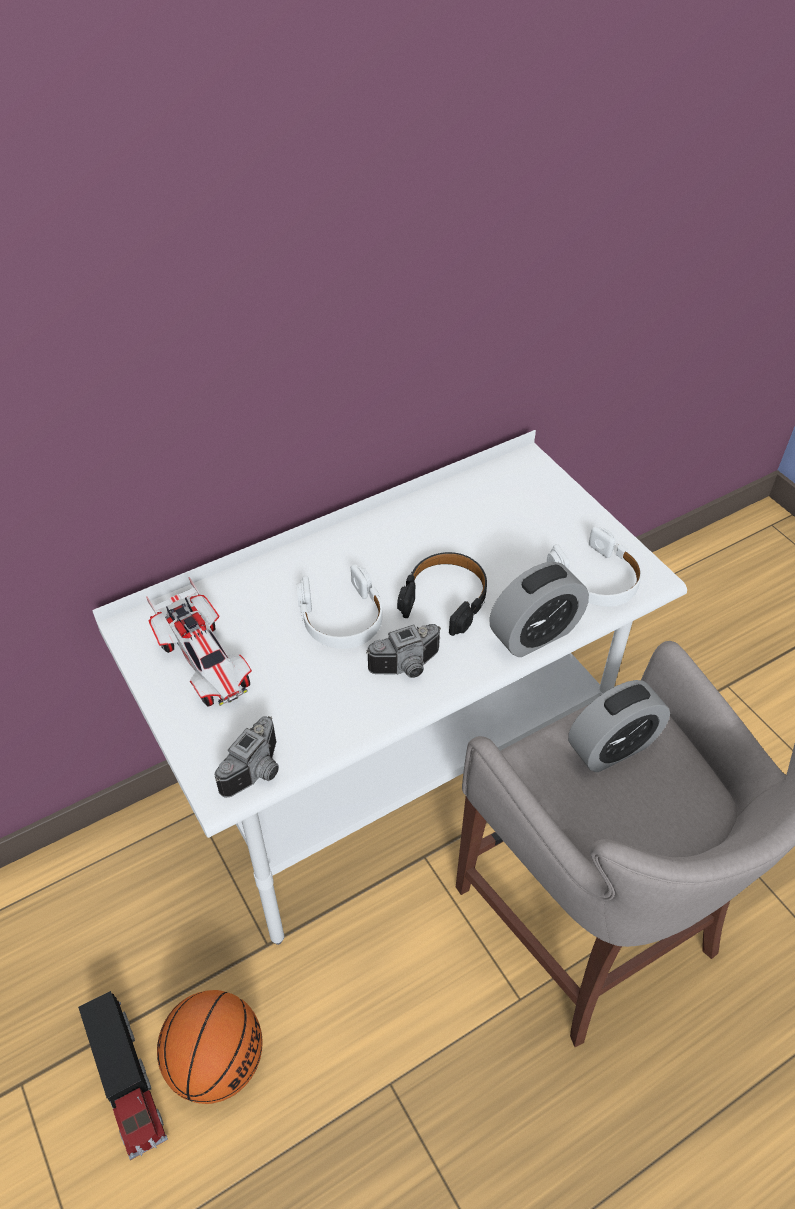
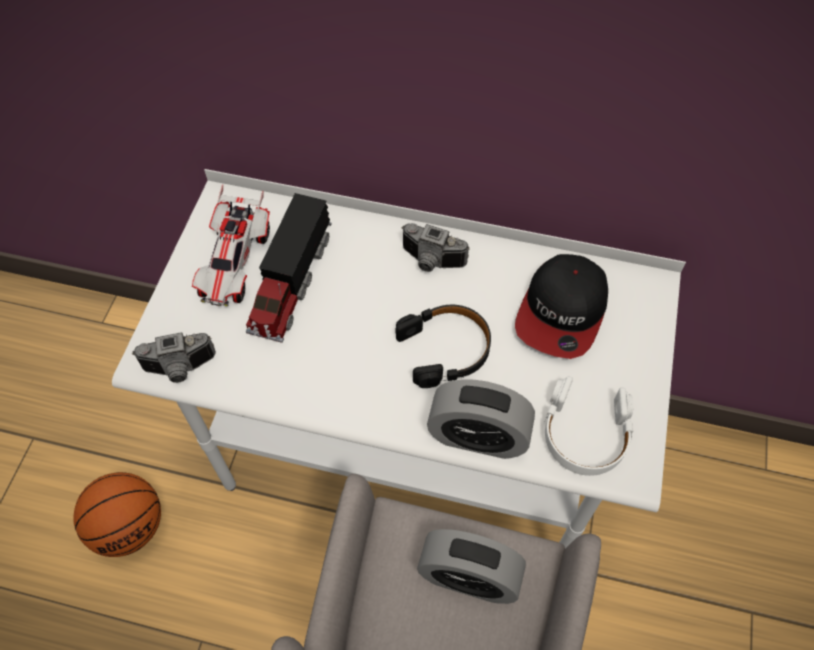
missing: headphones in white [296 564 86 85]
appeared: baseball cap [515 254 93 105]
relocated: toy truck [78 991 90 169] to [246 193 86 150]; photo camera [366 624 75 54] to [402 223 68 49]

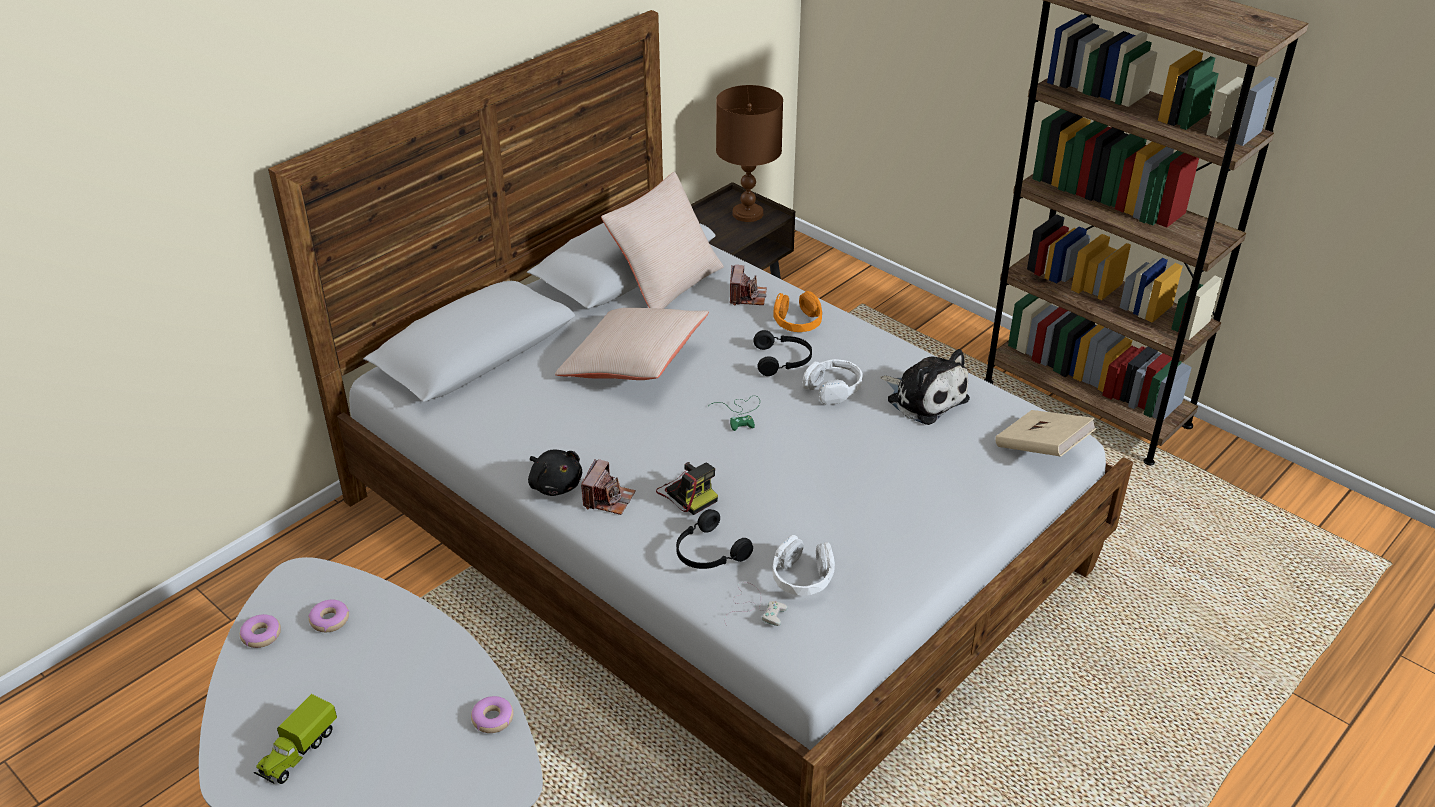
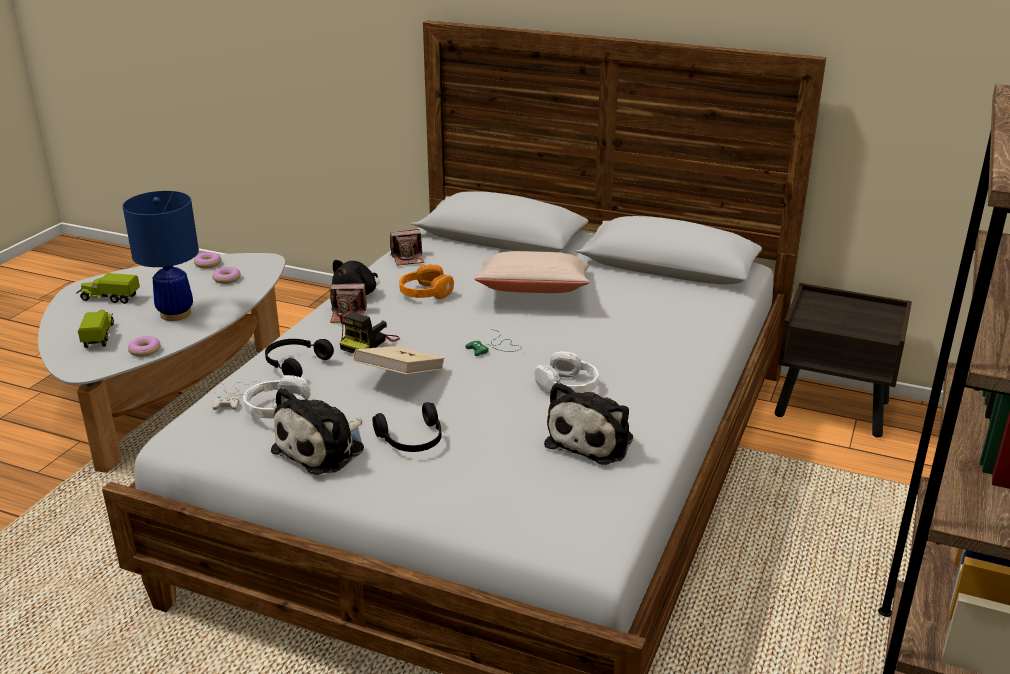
missing: pillow in beige [601 172 123 137]; lamp for a table in brown-coloured [716 85 67 137]
appeared: toy truck [78 310 36 38]; lamp for a table in blue-coloured [123 191 76 130]; cuddly toy [271 387 93 88]
relocated: photo camera [730 265 37 40] to [390 229 35 37]; headphones in blackish [753 330 59 46] to [372 402 69 50]; headphones in orange-coloured [773 291 49 41] to [399 264 55 35]; volume in beige [996 410 101 47] to [353 346 92 29]

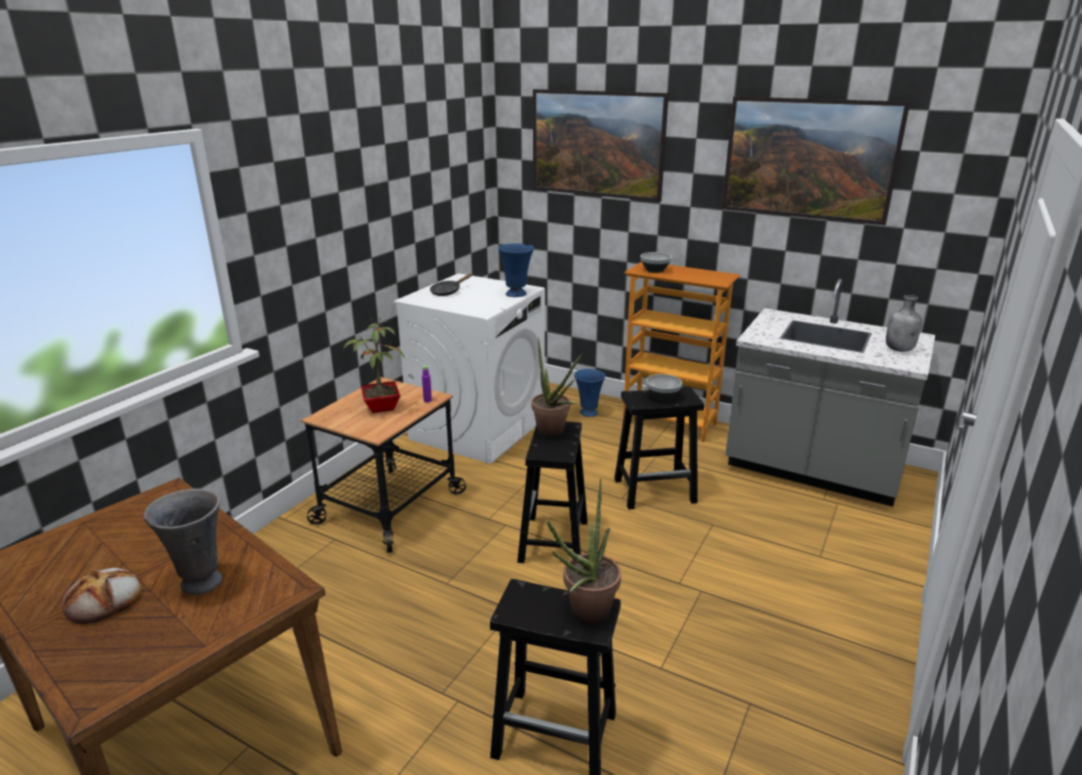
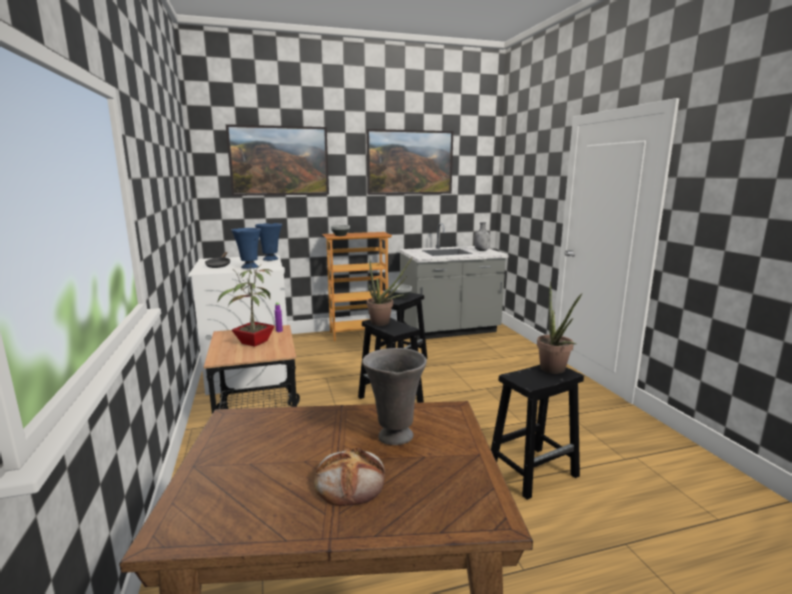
relocated: vase in blue-coloured [574 369 32 48] to [231 228 30 41]

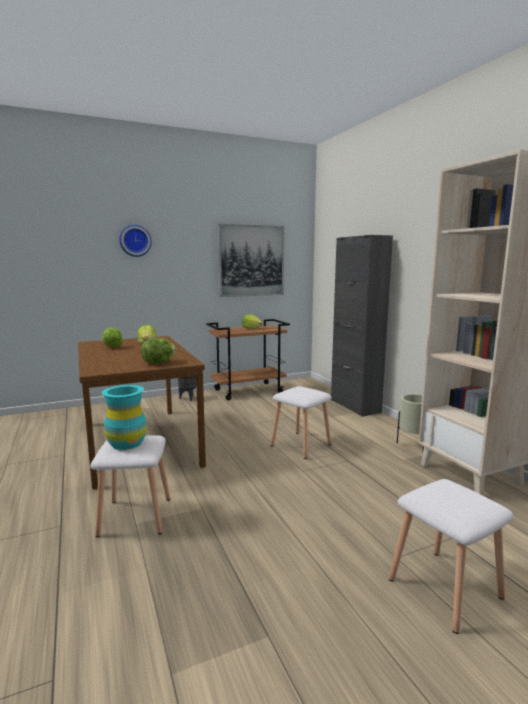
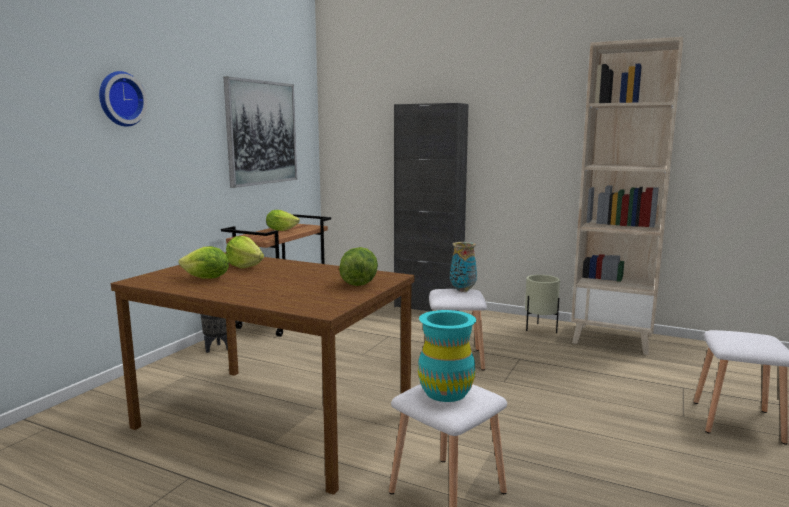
appeared: vase [450 242 27 50]

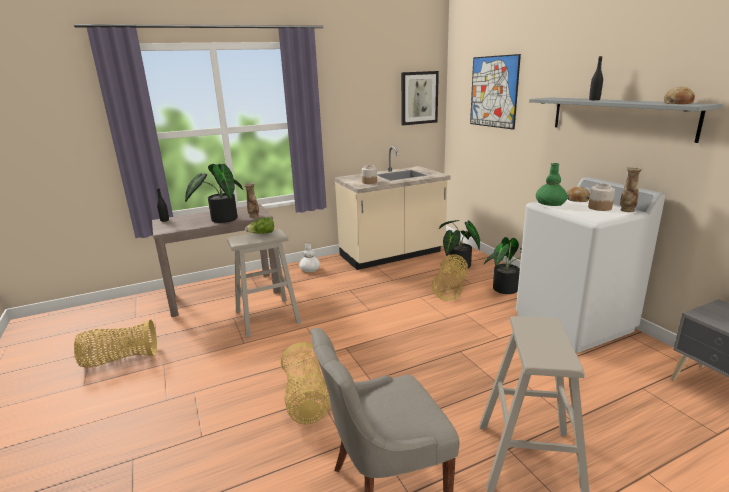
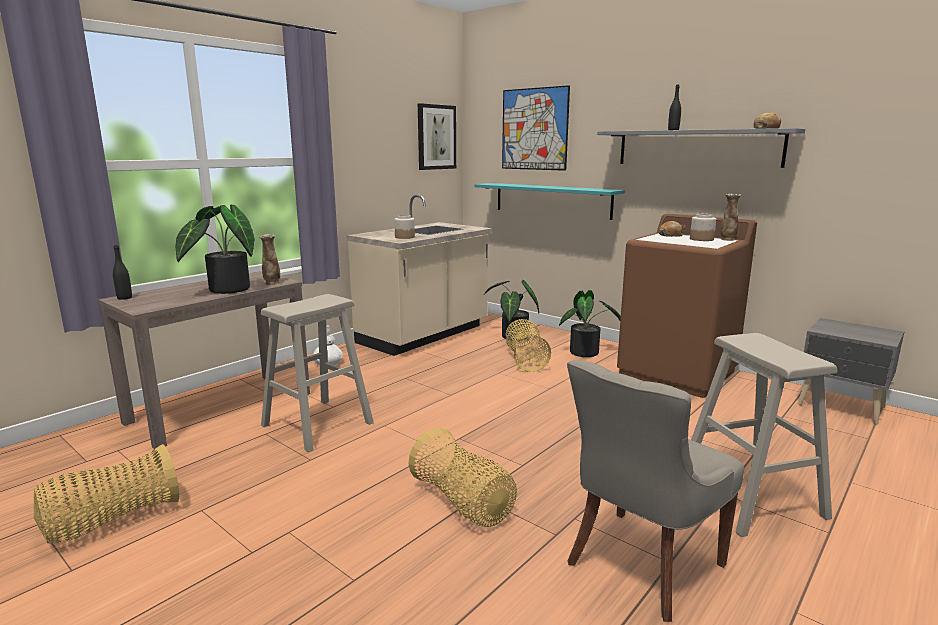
missing: lettuce head [245 217 29 17]; vase in greenish [536 163 32 43]
appeared: wall shelf in blue-green [475 183 150 37]
colour: laundry machine in white [516 177 149 176] to laundry machine in brown-coloured [617 214 140 184]

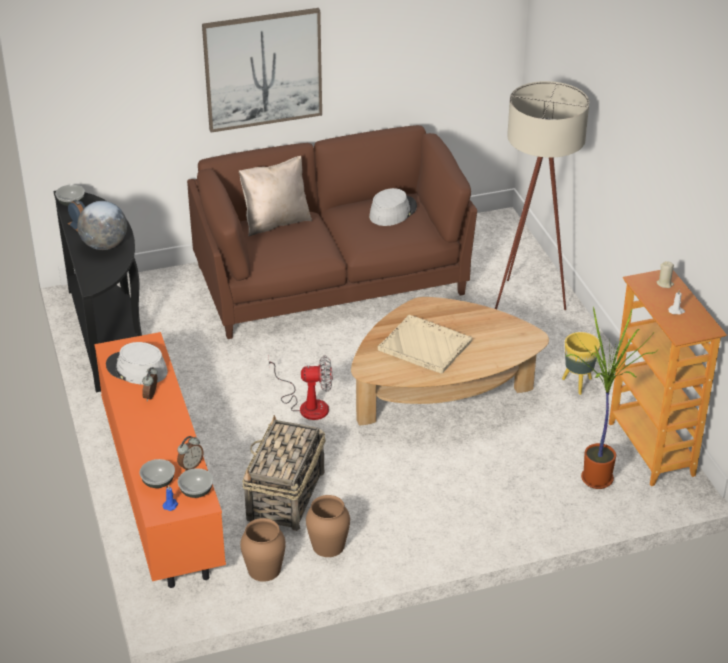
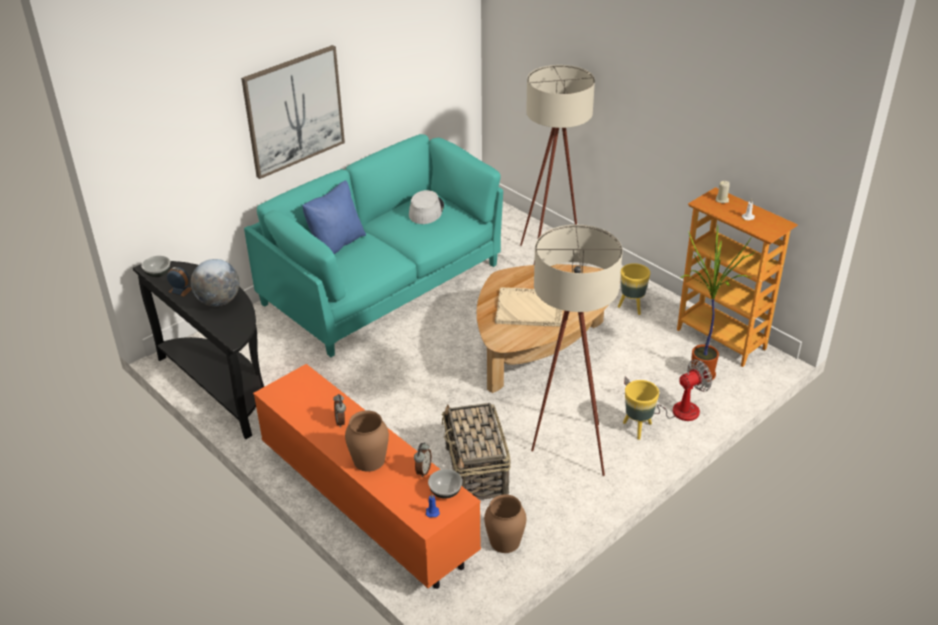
missing: hat in grey [106 342 62 43]; deep dish [139 459 36 29]
appeared: standard lamp in beige [531 224 91 252]; plant pot in yellow [623 380 36 60]
relocated: electric fan [268 355 64 65] to [624 360 89 61]; vase in brown-coloured [306 495 44 62] to [345 410 44 62]
colour: settee in brown-coloured [187 125 290 214] to settee in blue-green [244 134 259 223]; pillow in beige [239 156 73 80] to pillow in blue-coloured [302 180 64 74]

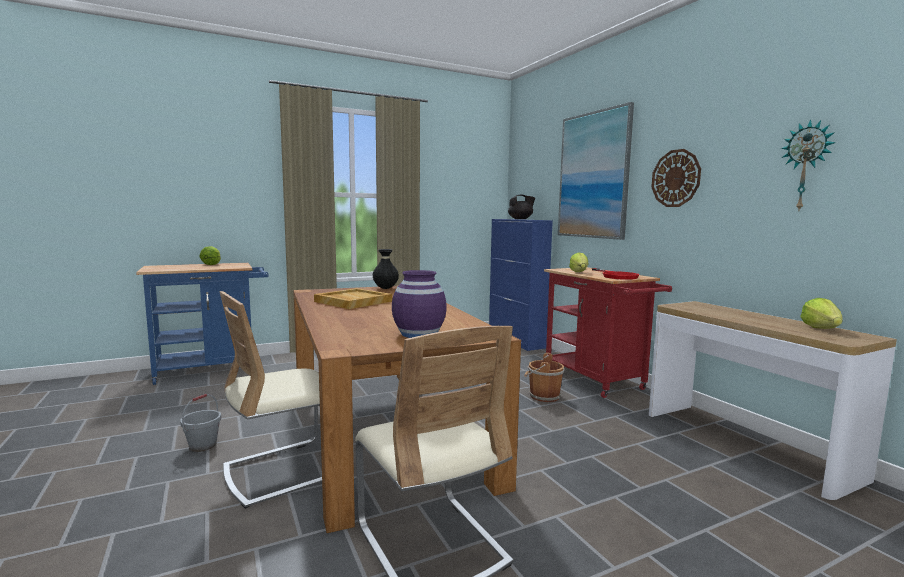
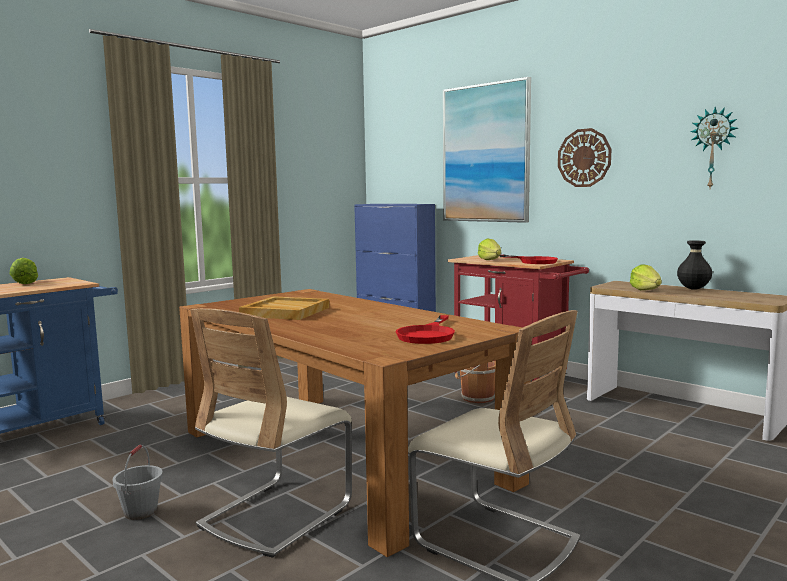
missing: teapot in blackish [508 195 27 24]
relocated: vase in blackish [373 249 26 40] to [677 240 35 50]; lettuce head [800 298 43 31] to [630 264 32 26]
exchanged: vase in purplish [392 270 55 68] to skillet in red-coloured [395 315 60 29]

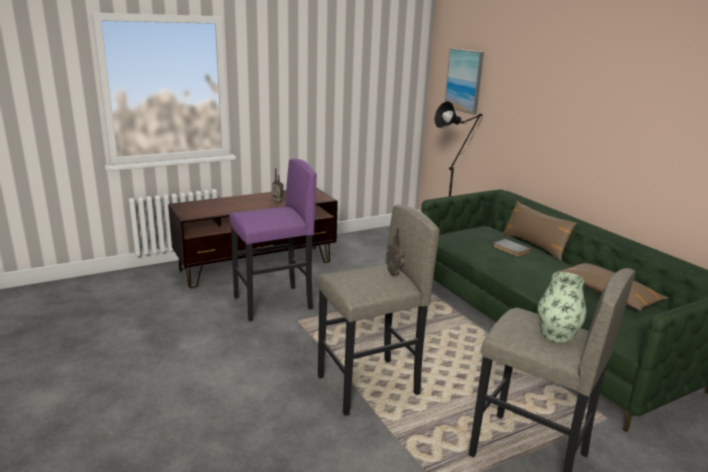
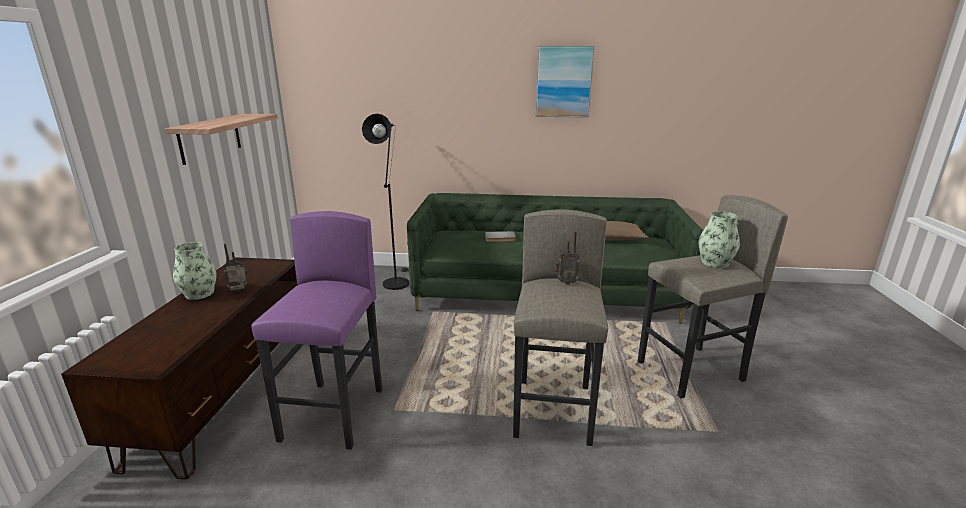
missing: pillow in brown-coloured [502 200 75 61]
appeared: wall shelf [165 114 113 51]; vase [173 242 44 58]
relocated: wall art [445 48 39 67] to [535 46 59 71]

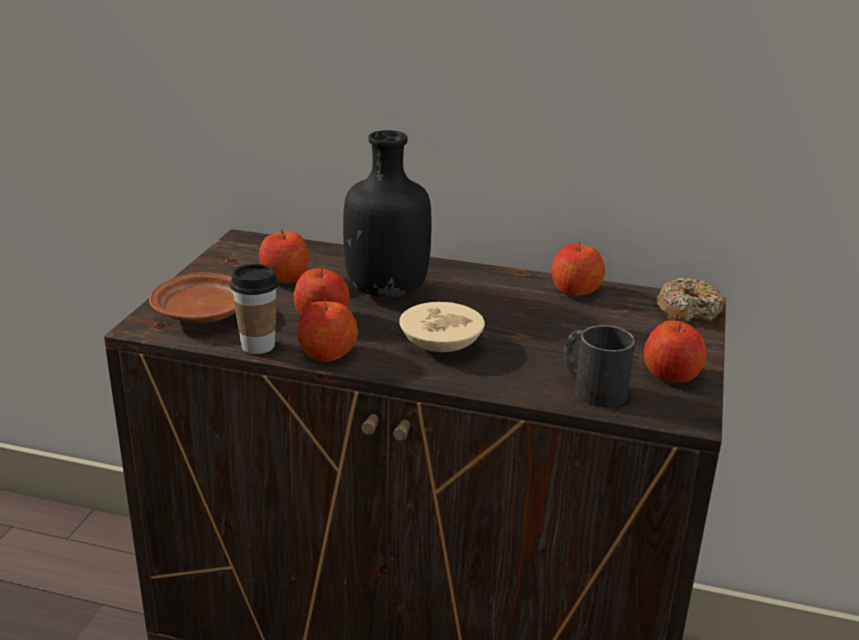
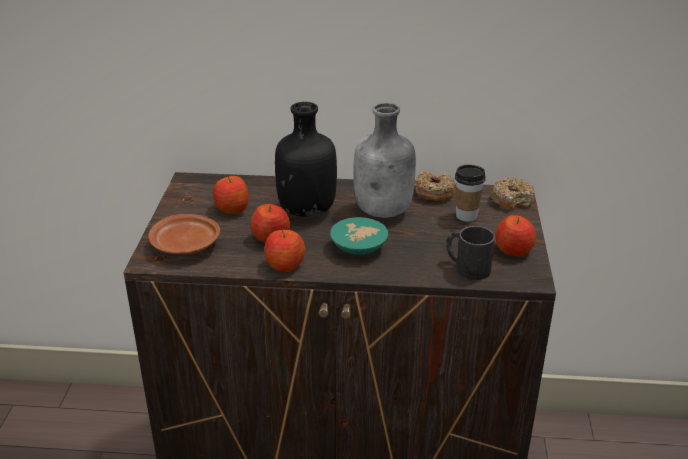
appeared: beverage bottle in grey [353 103 63 115]
relocated: drinking cup [230 264 49 90] to [455 165 31 57]
exchanged: apple [551 241 54 55] to donut [414 171 41 31]
colour: deep dish in beige [399 302 86 50] to deep dish in blue-green [330 217 58 38]

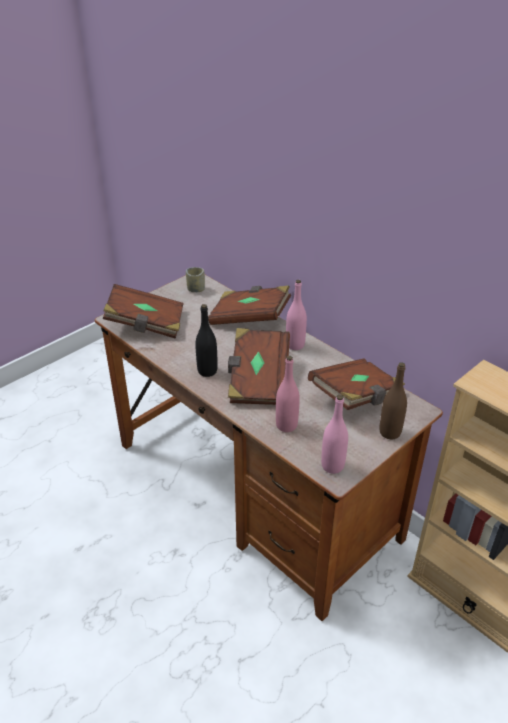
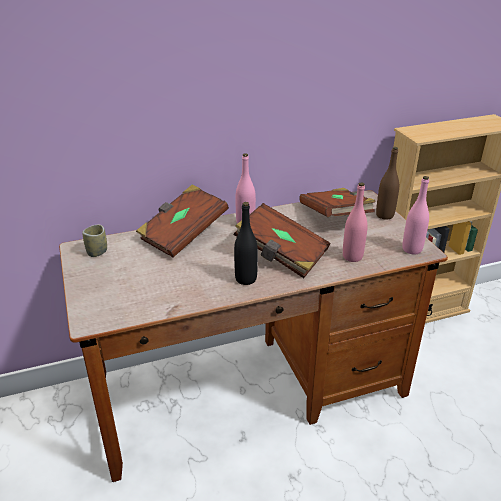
missing: volume in brown-coloured [103 284 81 55]

